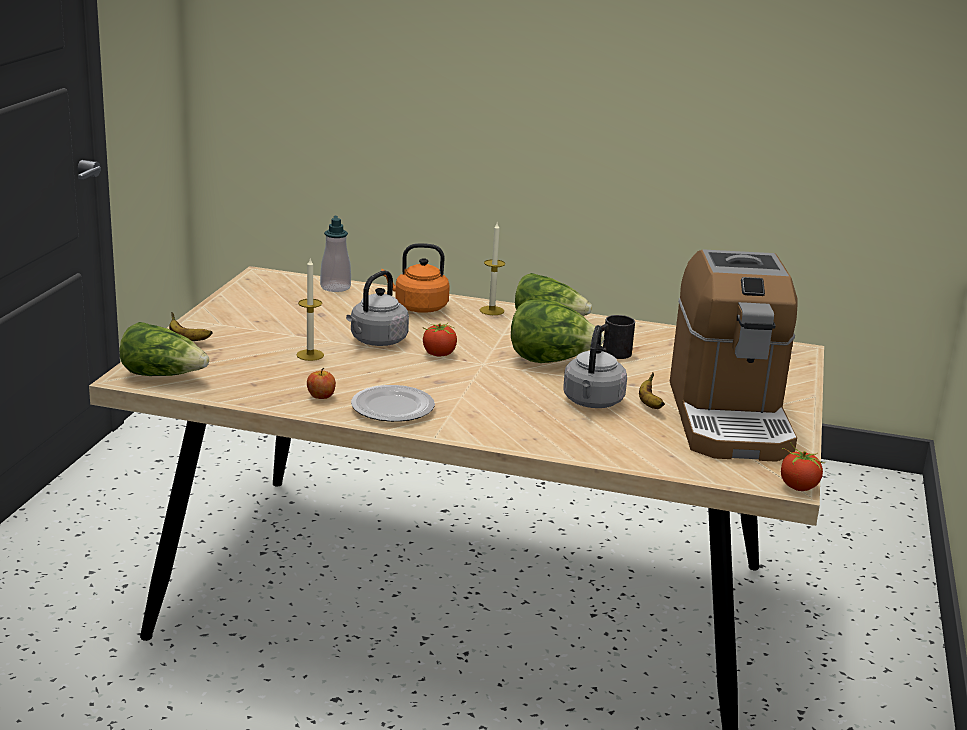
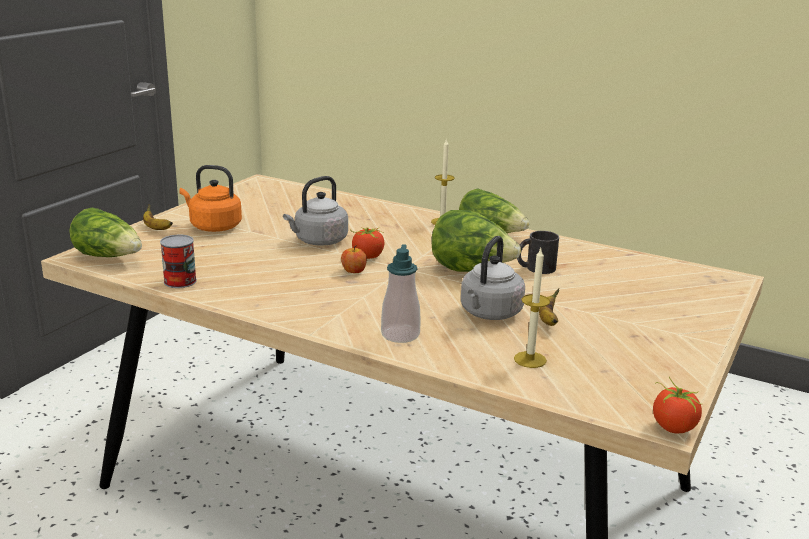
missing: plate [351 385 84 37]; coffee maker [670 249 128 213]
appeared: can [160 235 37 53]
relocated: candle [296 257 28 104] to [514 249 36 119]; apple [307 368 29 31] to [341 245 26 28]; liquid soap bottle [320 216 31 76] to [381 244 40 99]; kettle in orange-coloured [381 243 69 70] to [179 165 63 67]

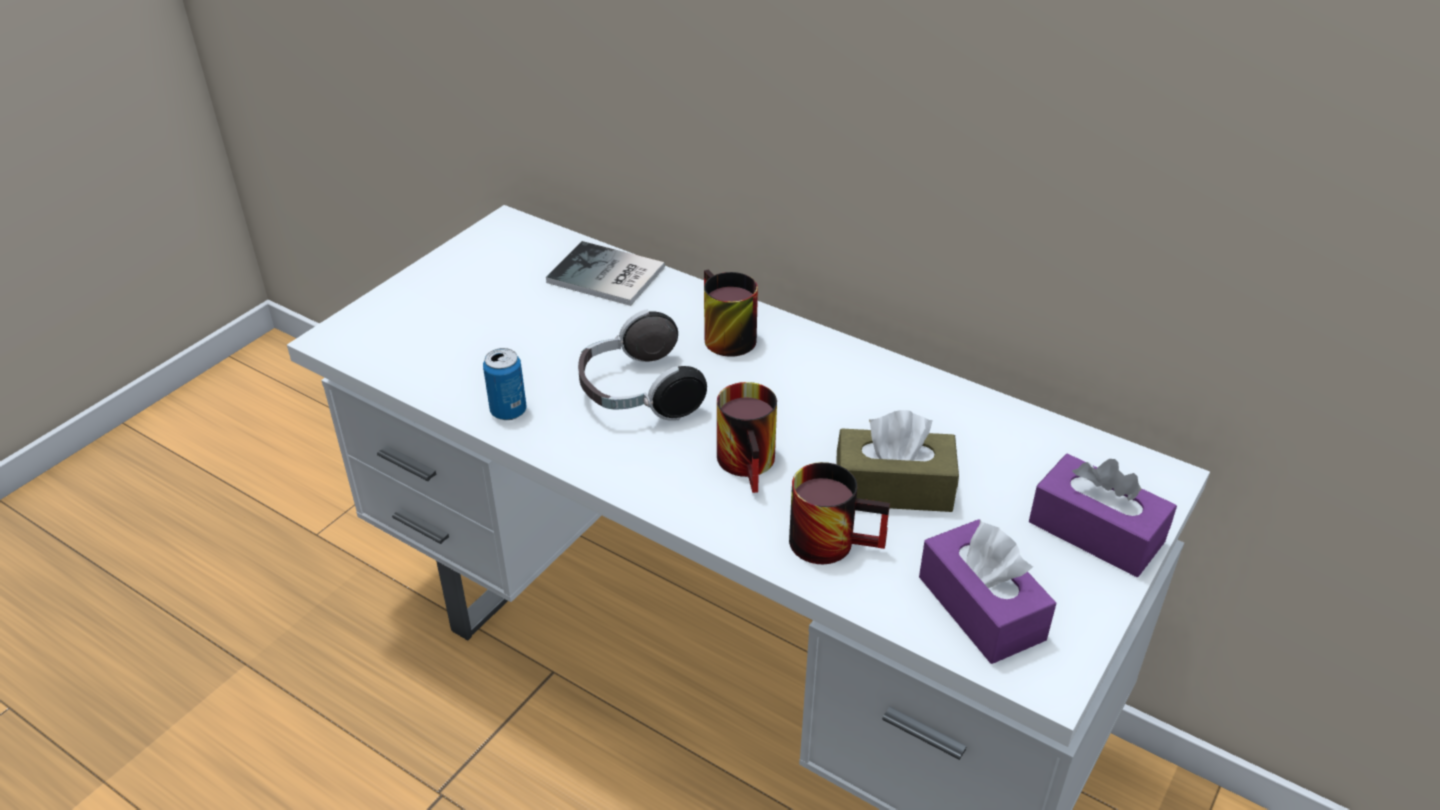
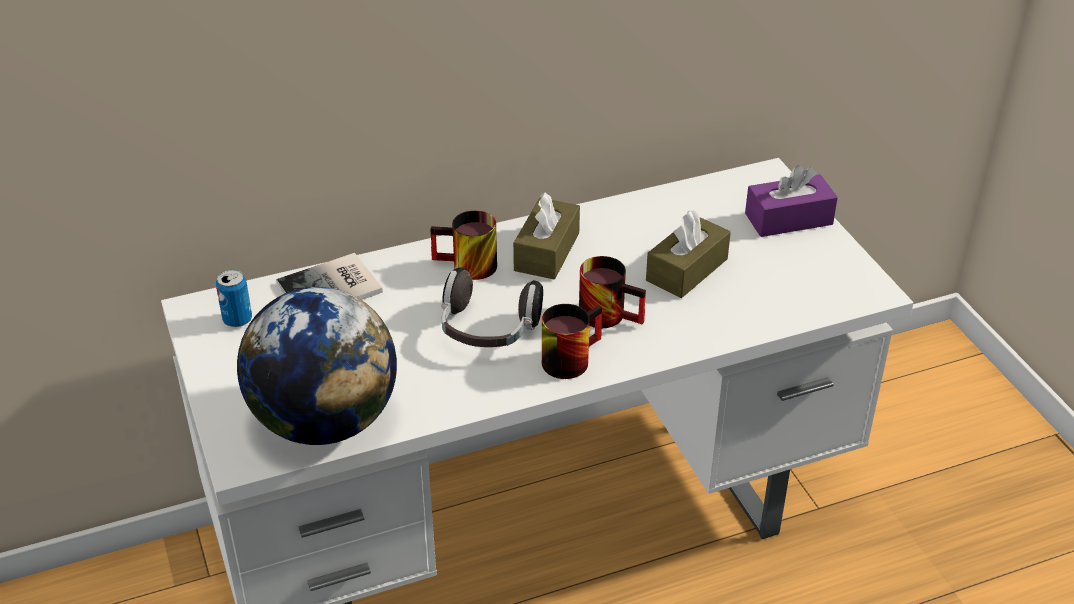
missing: tissue box in purplish [919 519 137 145]
appeared: world globe [237 287 160 158]; tissue box in brown-coloured [513 192 67 87]
relocated: can [483 348 44 72] to [216 270 36 57]; coffee mug [789 462 101 102] to [542 304 60 75]

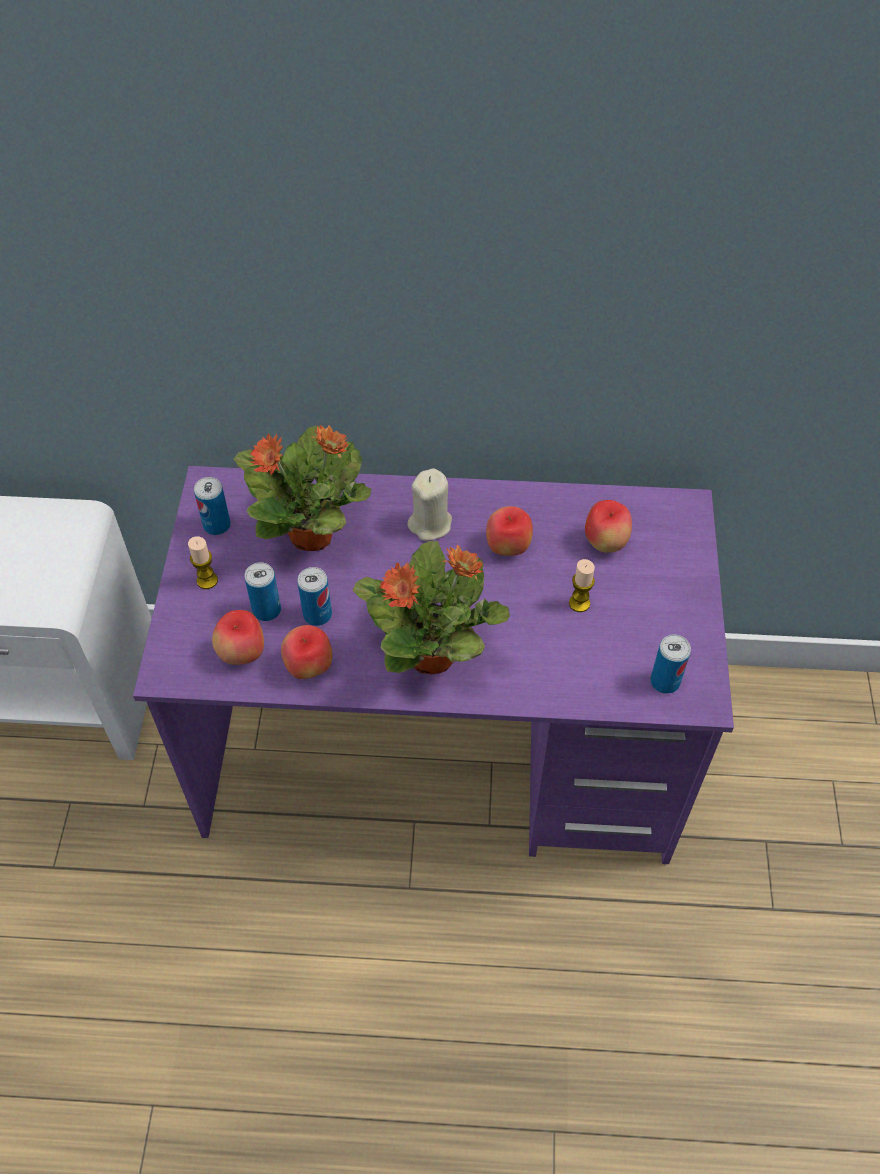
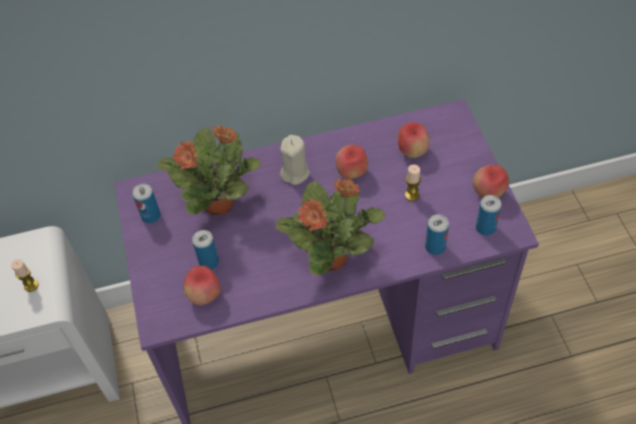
relocated: candle [188 536 30 53] to [11 259 27 33]; apple [281 625 51 54] to [473 165 36 33]; can [297 567 35 59] to [425 214 24 41]

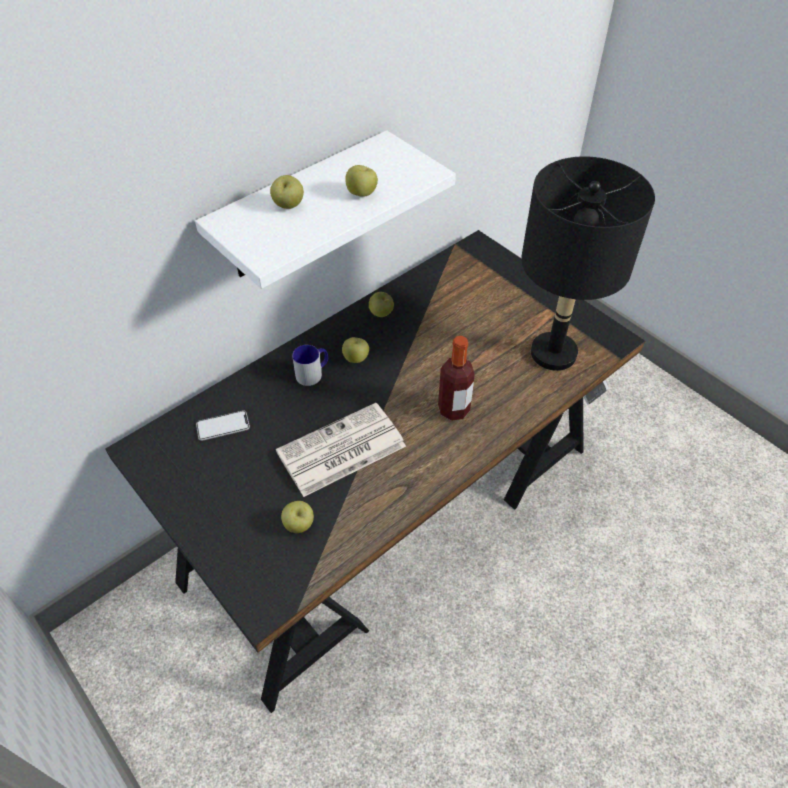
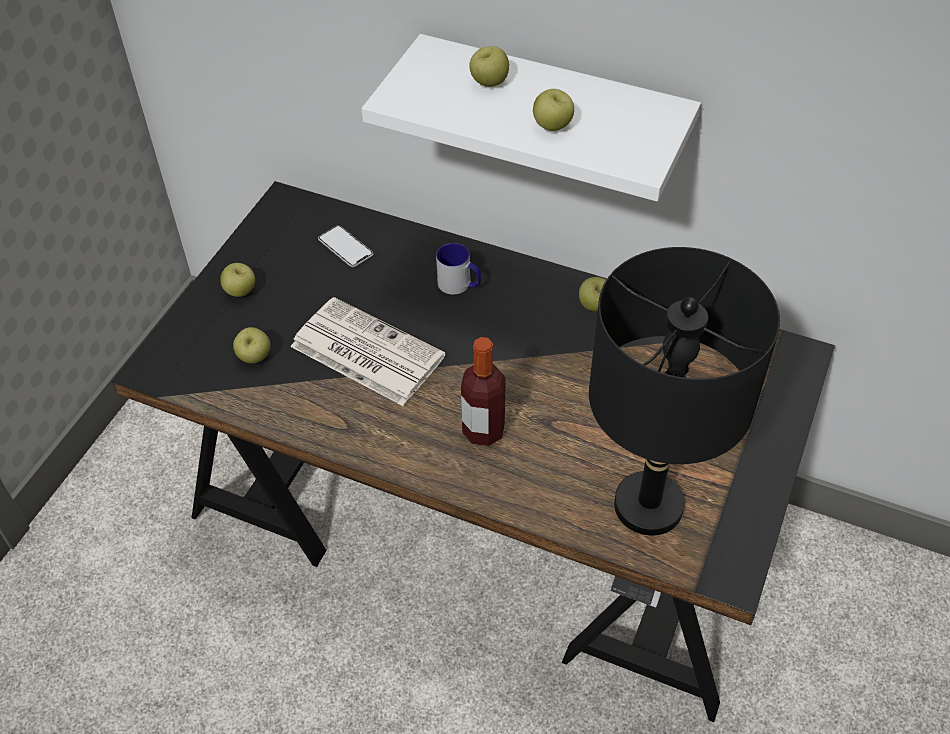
relocated: apple [342 337 27 26] to [220 263 35 34]

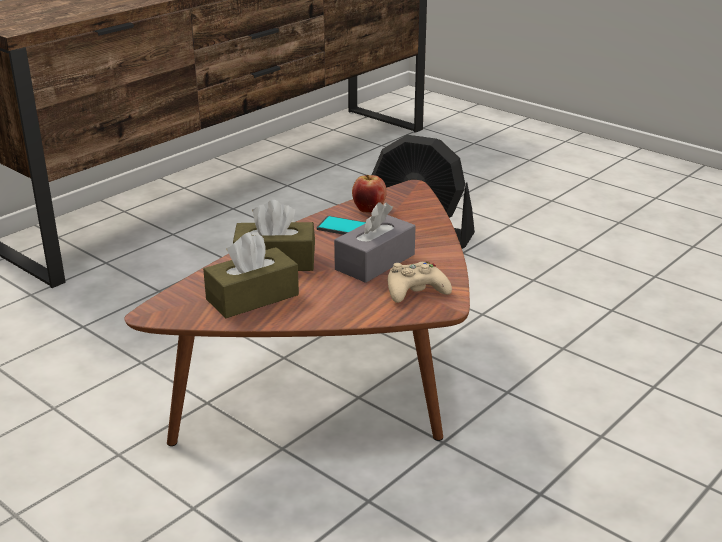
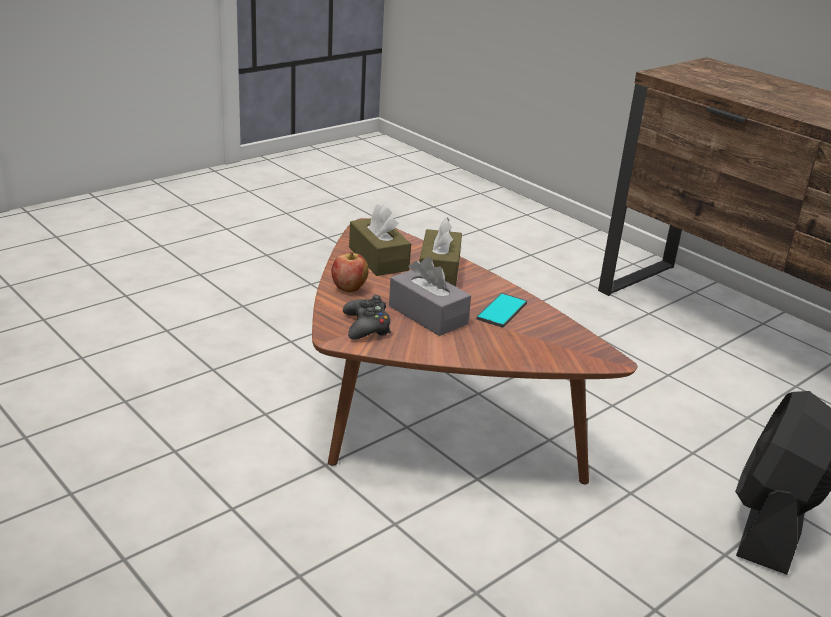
relocated: apple [352 175 35 38] to [331 252 38 40]
colour: joypad in beige [388 261 64 42] to joypad in blackish [343 295 48 44]

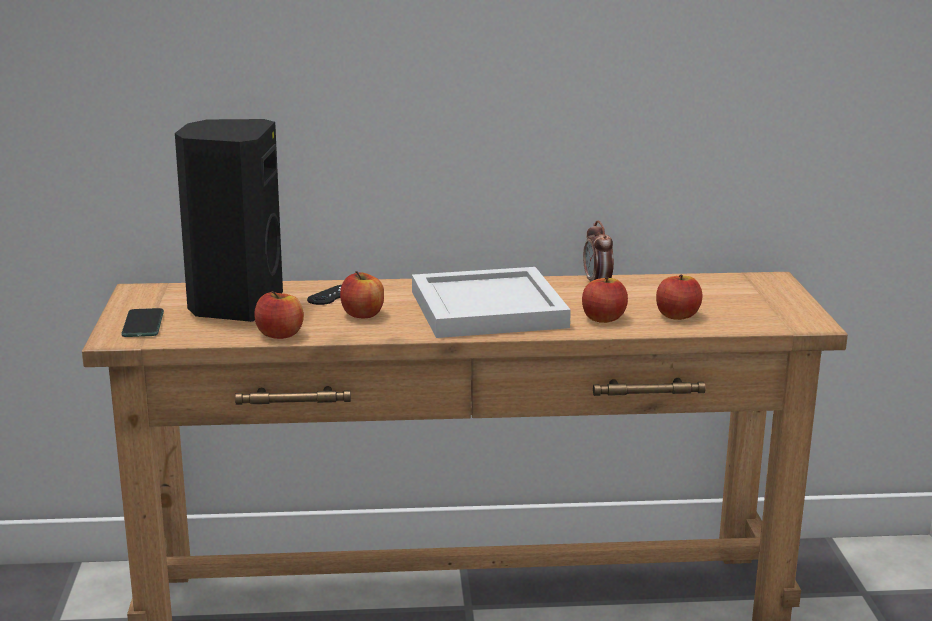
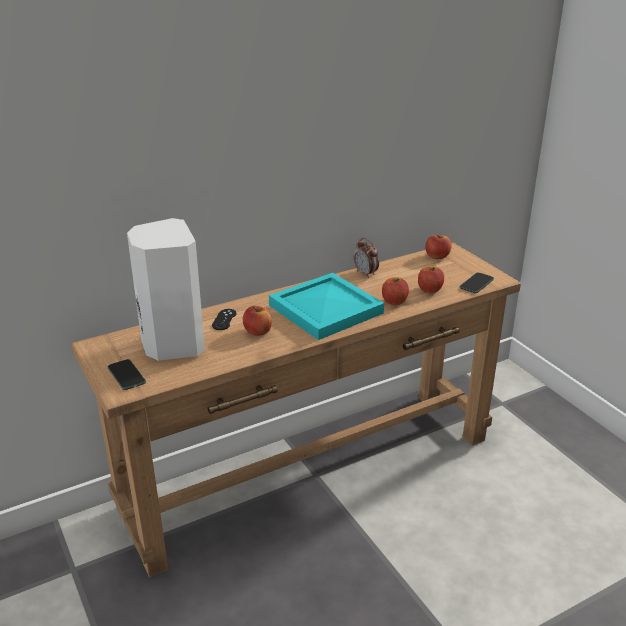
appeared: phone [460 272 34 21]
relocated: apple [255 291 49 48] to [425 235 26 24]
colour: audio speaker in blackish [175 119 108 203] to audio speaker in white [127 218 78 143]; tray in white [412 267 159 71] to tray in blue-green [269 273 115 67]

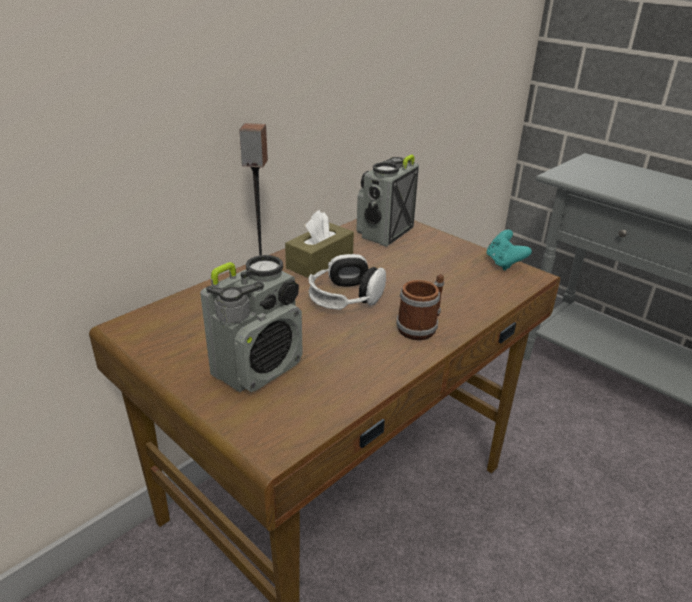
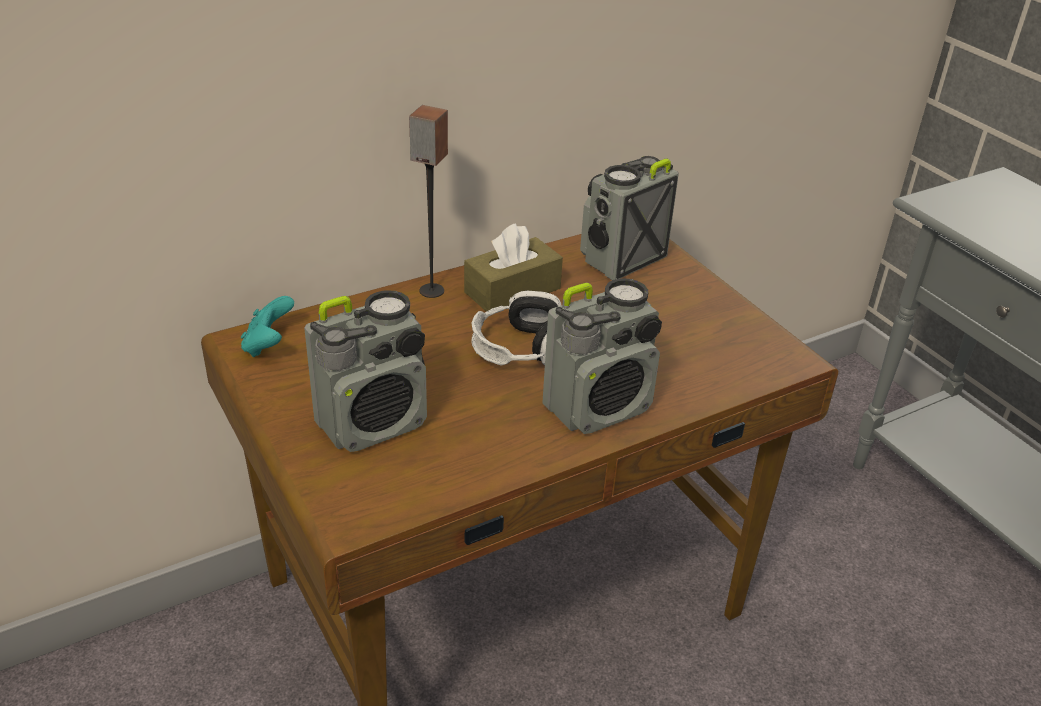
relocated: joypad in blue-green [487 230 45 40] to [241 296 53 61]
exchanged: coffee mug [396 274 48 66] to radio [542 278 120 156]

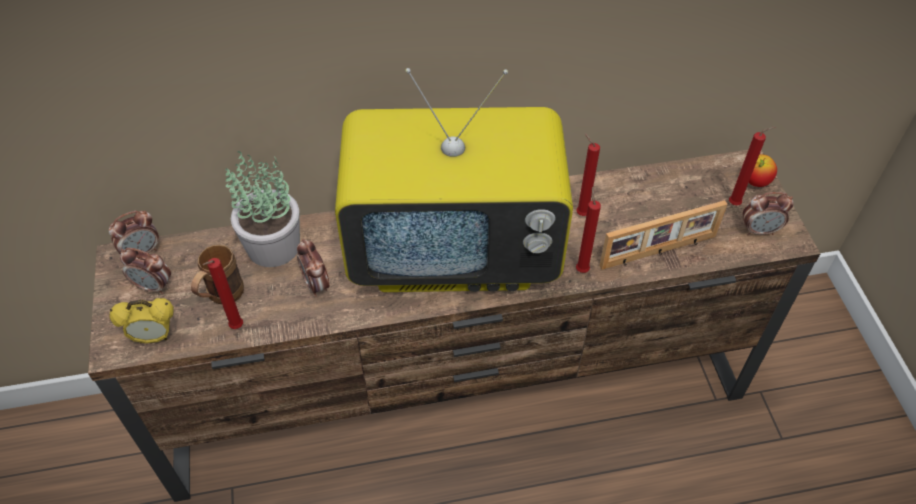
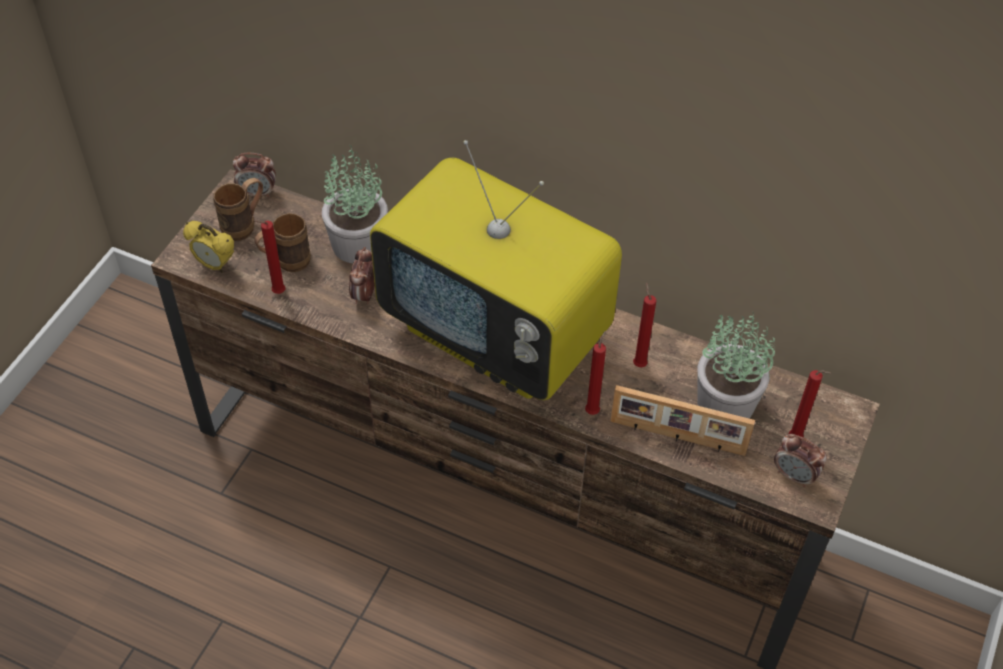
missing: apple [749 154 28 33]
appeared: houseplant [697 313 78 105]
exchanged: table clock [120 248 51 46] to coffee mug in brown-coloured [213 178 50 63]

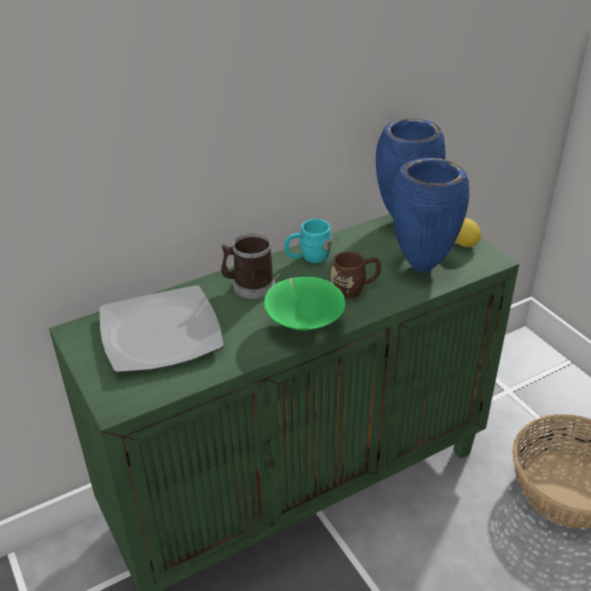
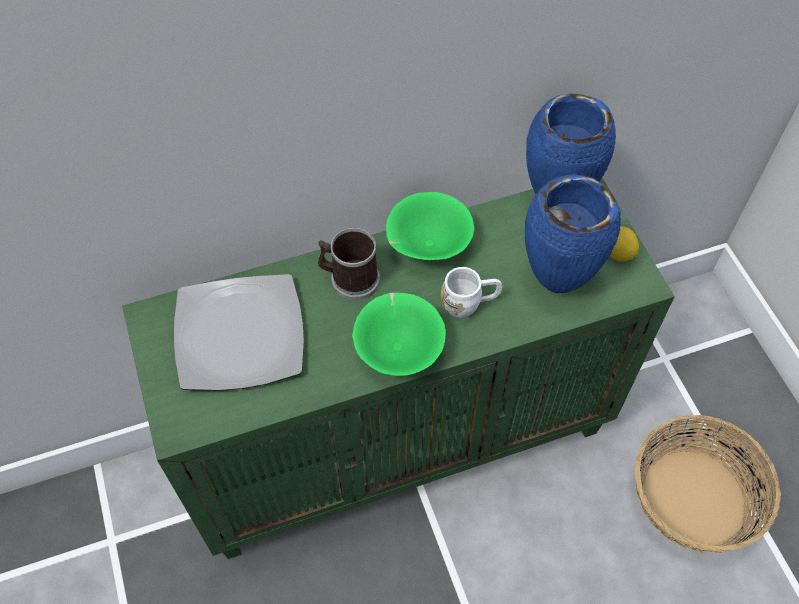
exchanged: coffee mug in blue-green [284 219 49 44] to deep dish in greenish [386 192 88 68]
colour: coffee mug in brown-coloured [331 252 50 46] to coffee mug in white [441 267 61 51]

